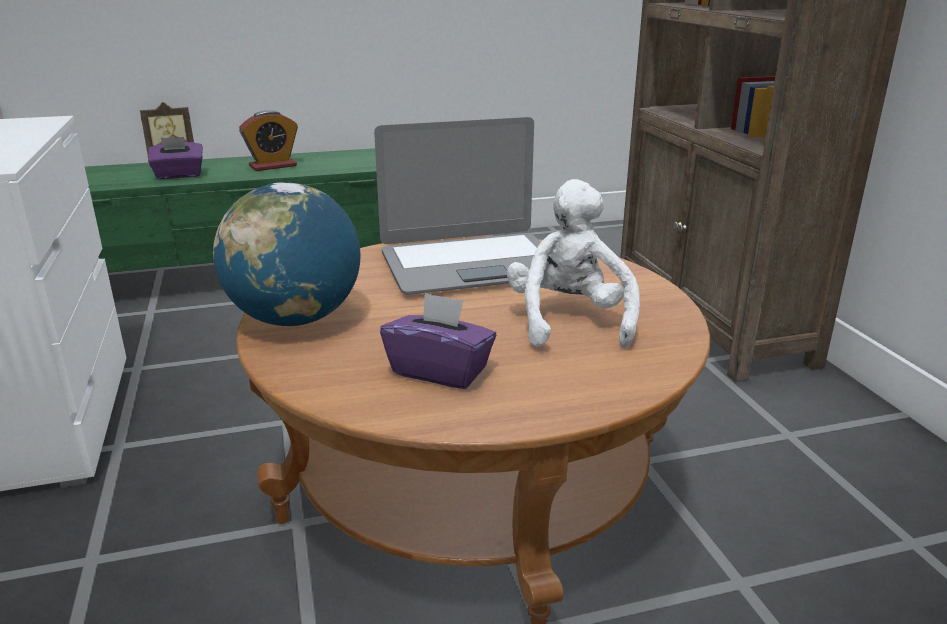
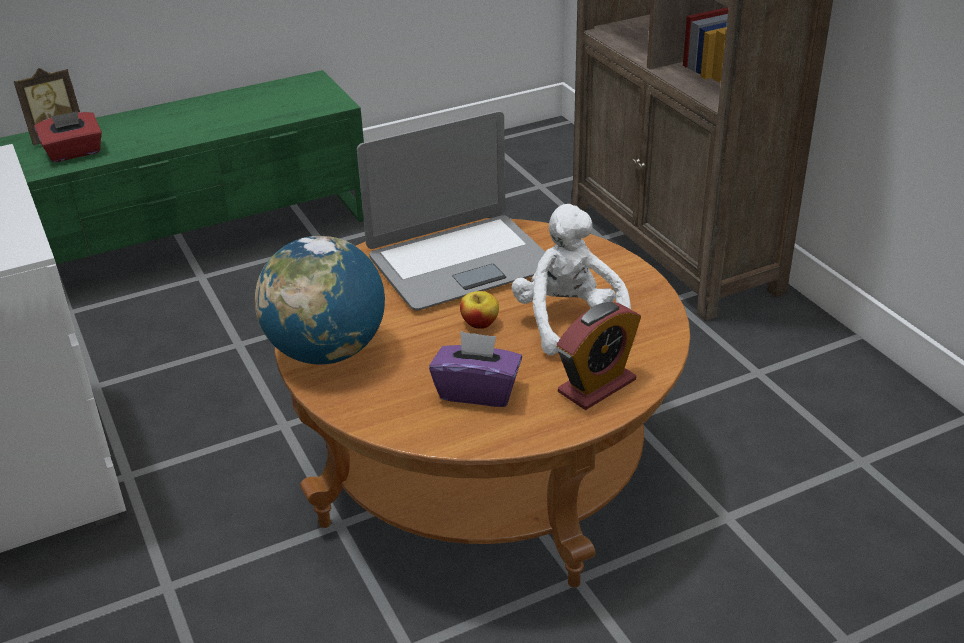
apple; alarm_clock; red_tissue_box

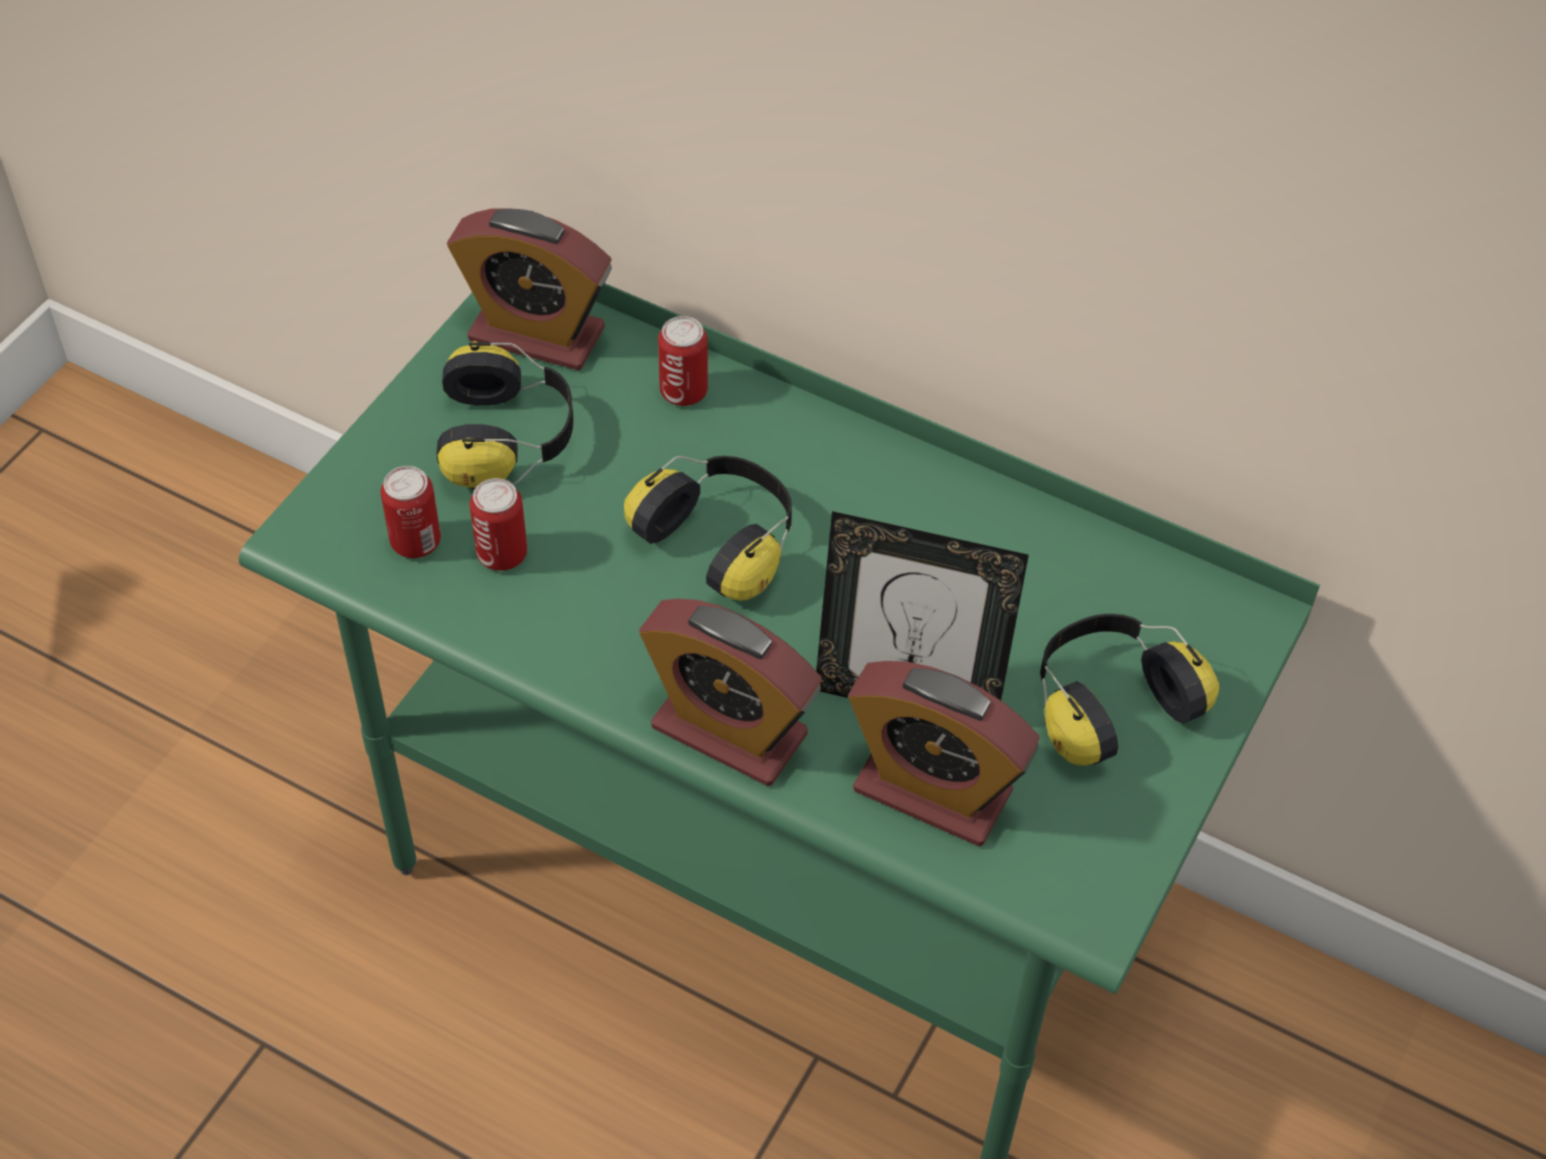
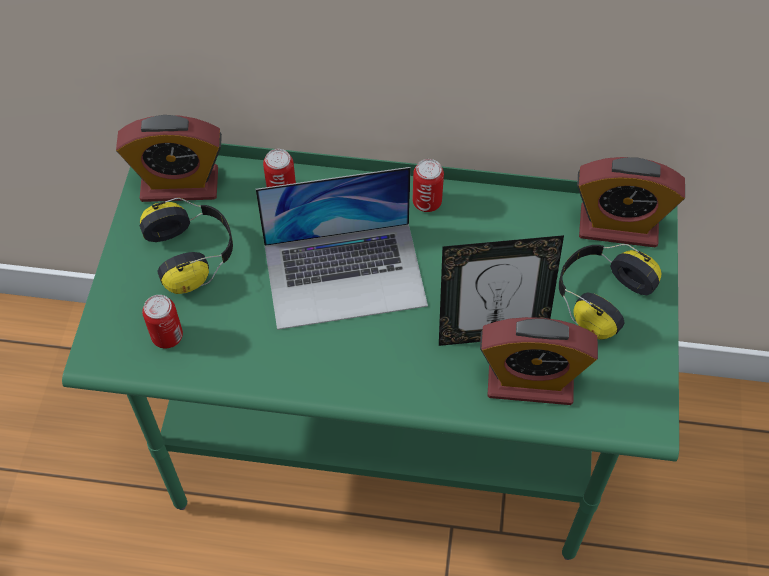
can (no. 3 from left); alarm_clock (no. 3 from left); laptop

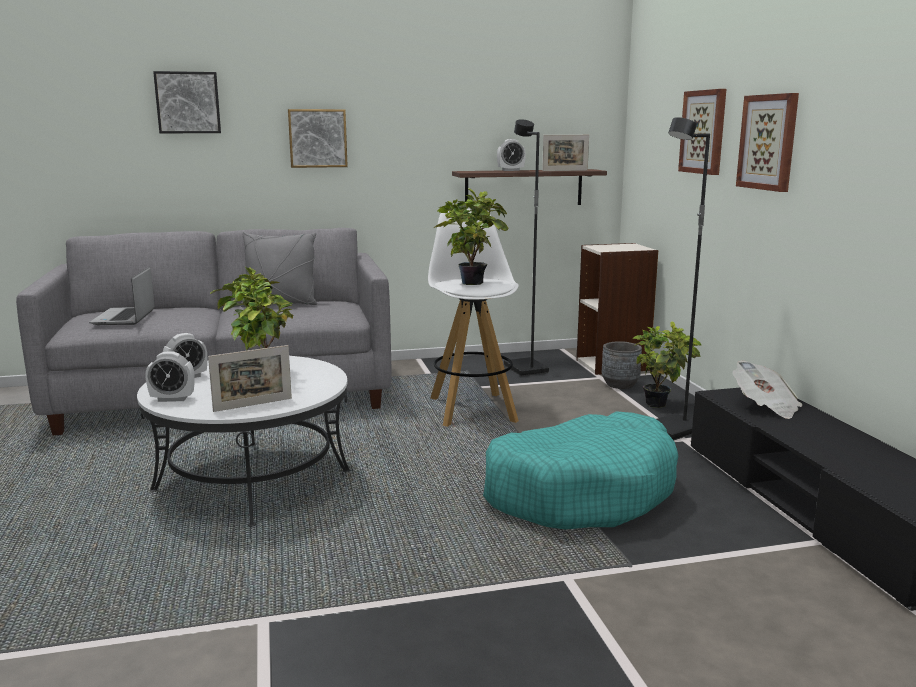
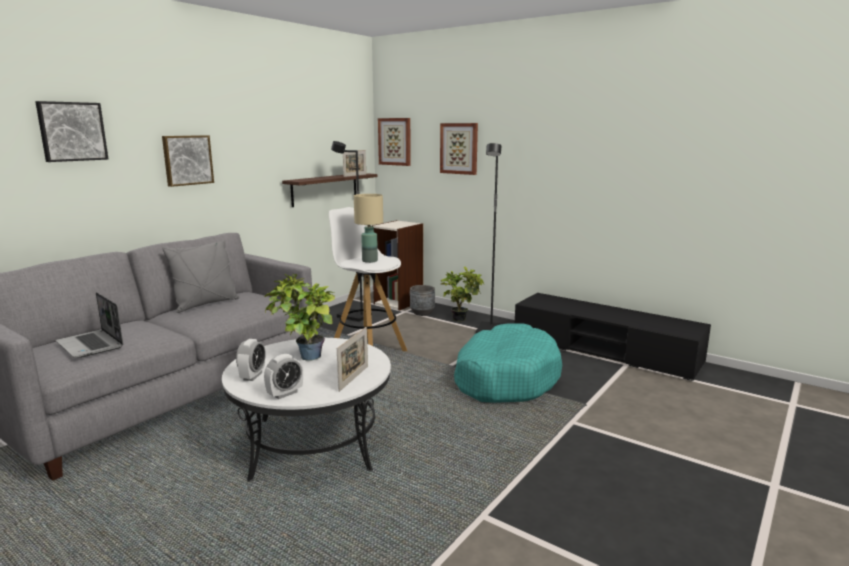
alarm_clock (no. 3 from left in the first image); newspaper; picture (no. 3 from left); beige_table_lamp

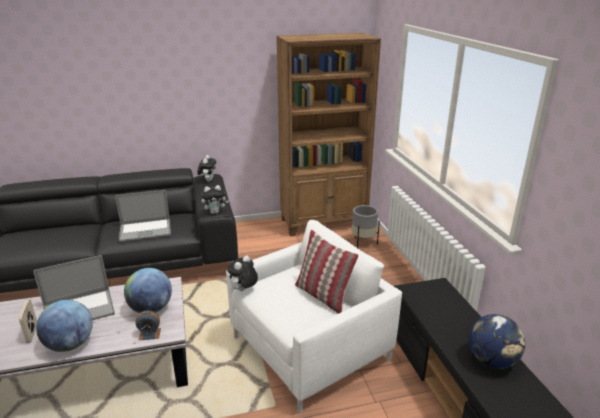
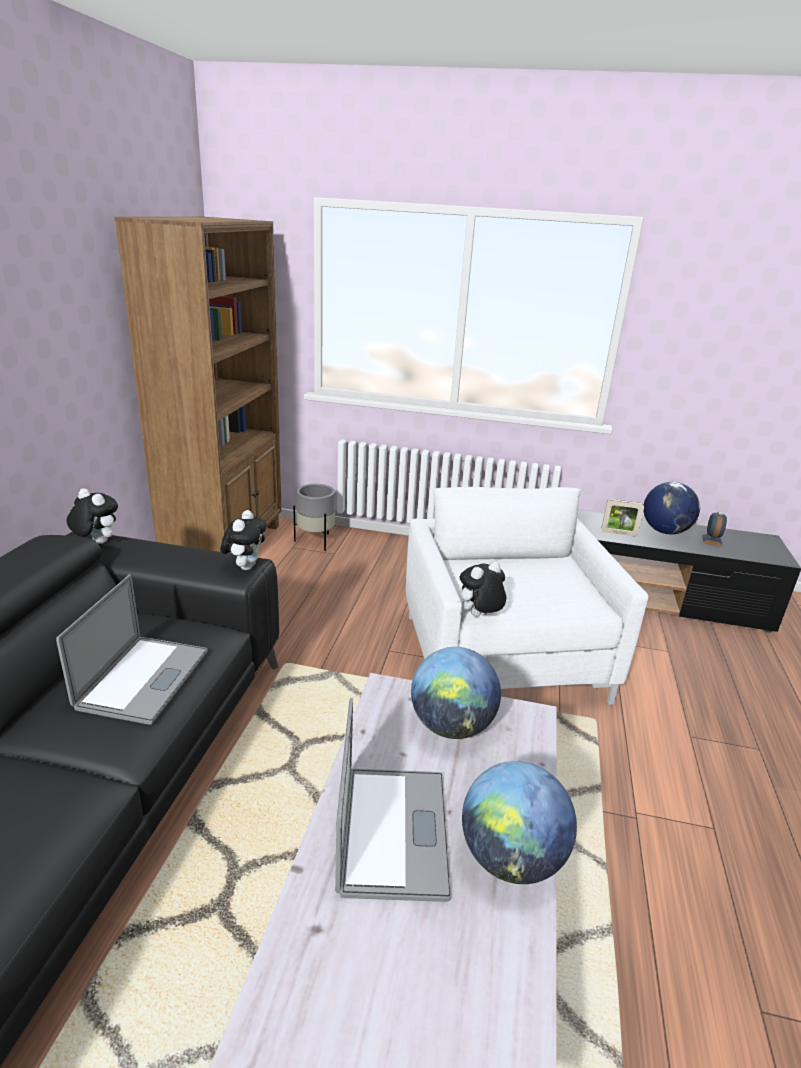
pillow; picture_frame; alarm_clock; plush_toy (no. 3 from left)

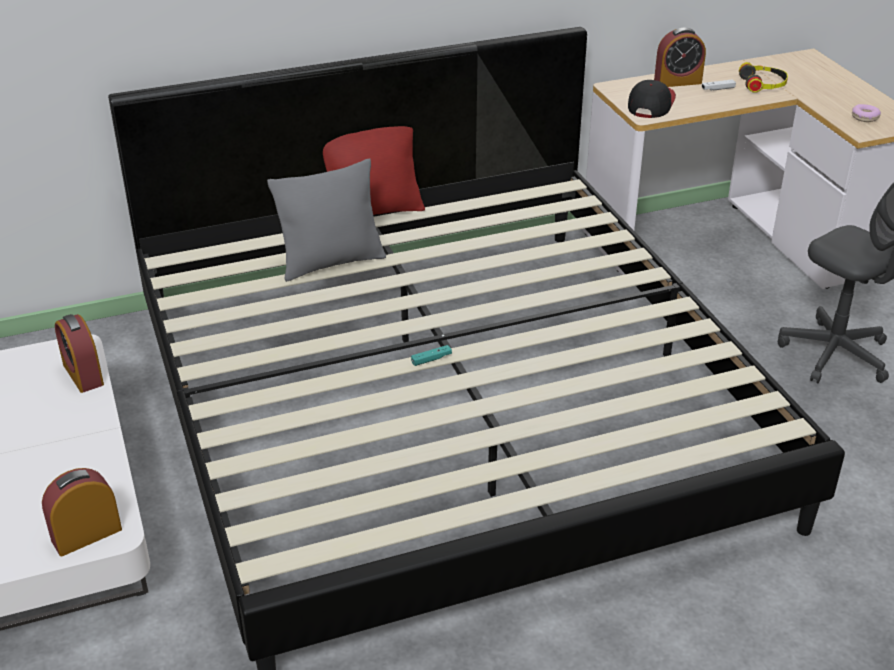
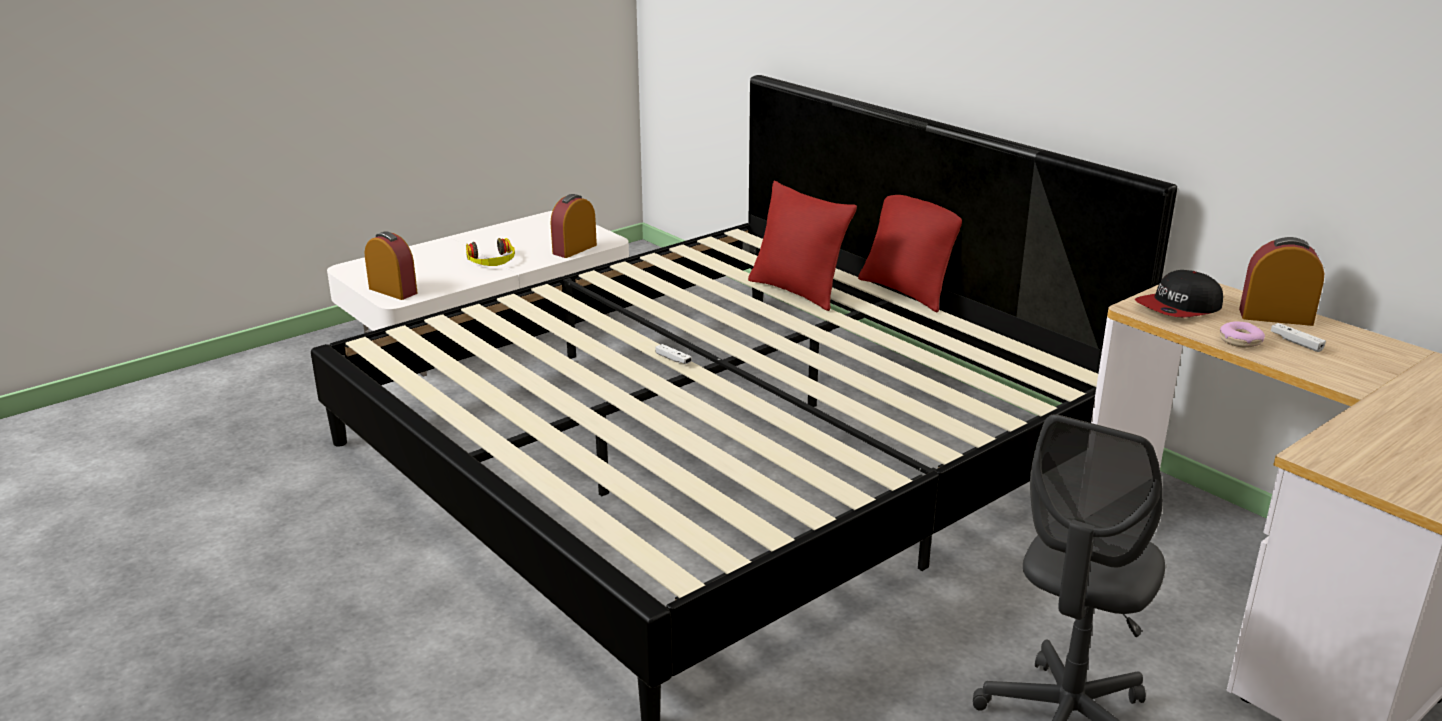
headphones; donut; red_pillow (no. 1 from left); white_game_controller (no. 1 from left); cap; alarm_clock (no. 3 from left)

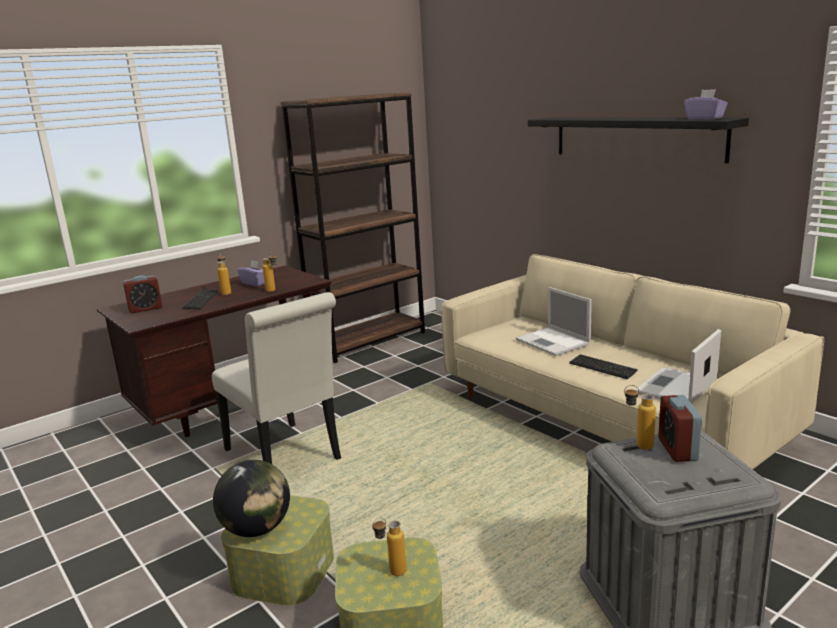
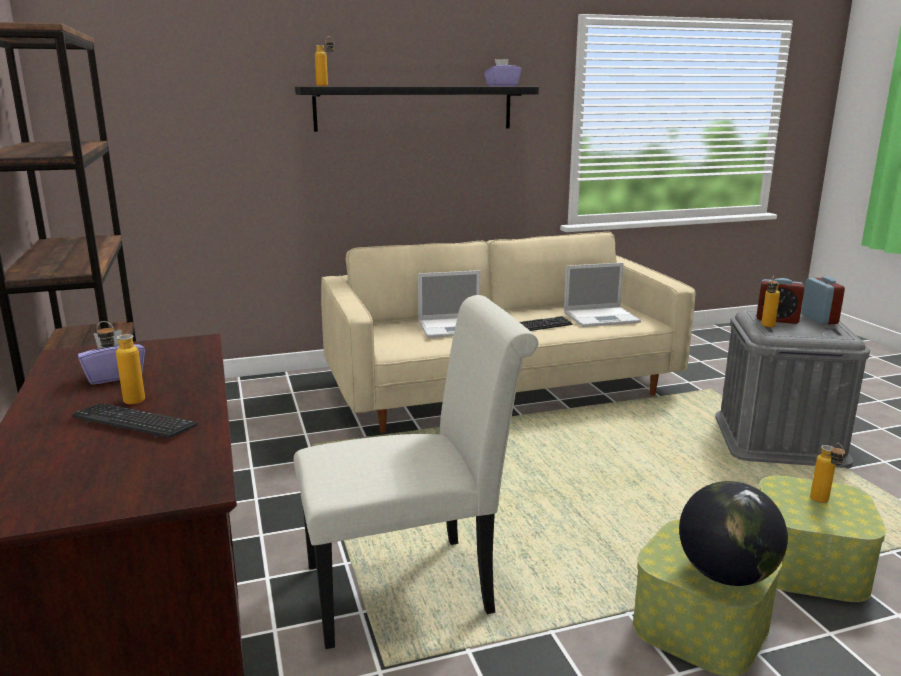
alarm_clock (no. 2 from left); bottle (no. 2 from left); laptop (no. 2 from left)

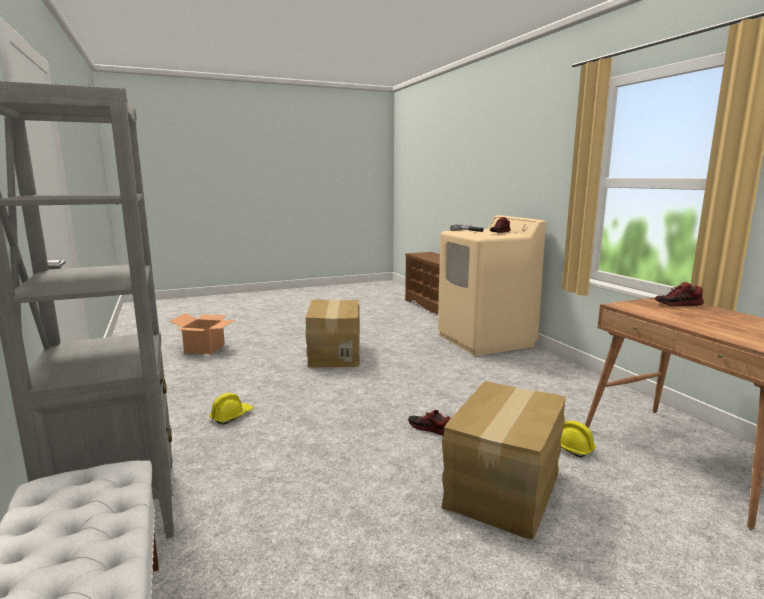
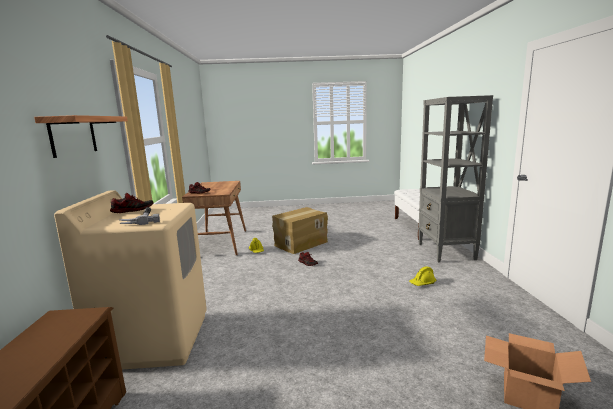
cardboard_box (no. 2 from left in the first image); shelf

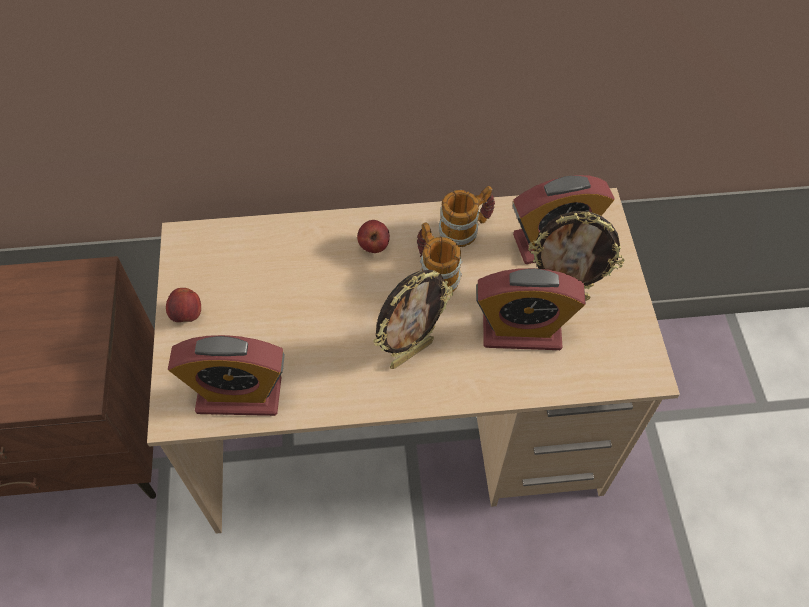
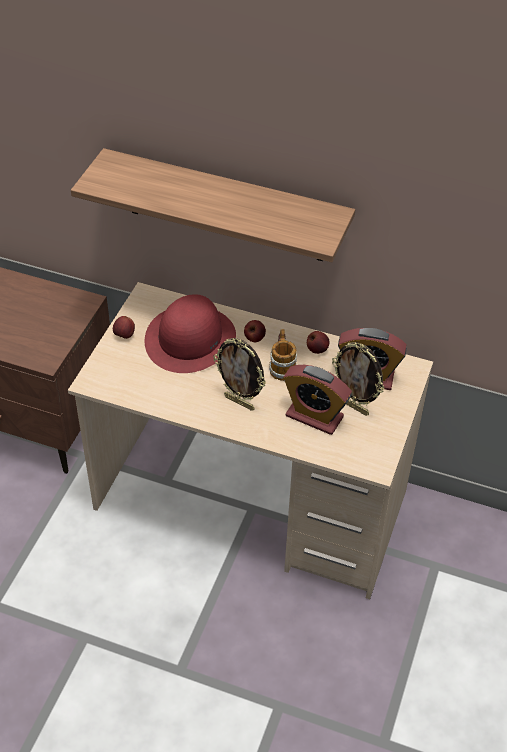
alarm_clock (no. 1 from left in the first image); shelf; red_hat; apple (no. 3 from left); picture_frame (no. 1 from left)

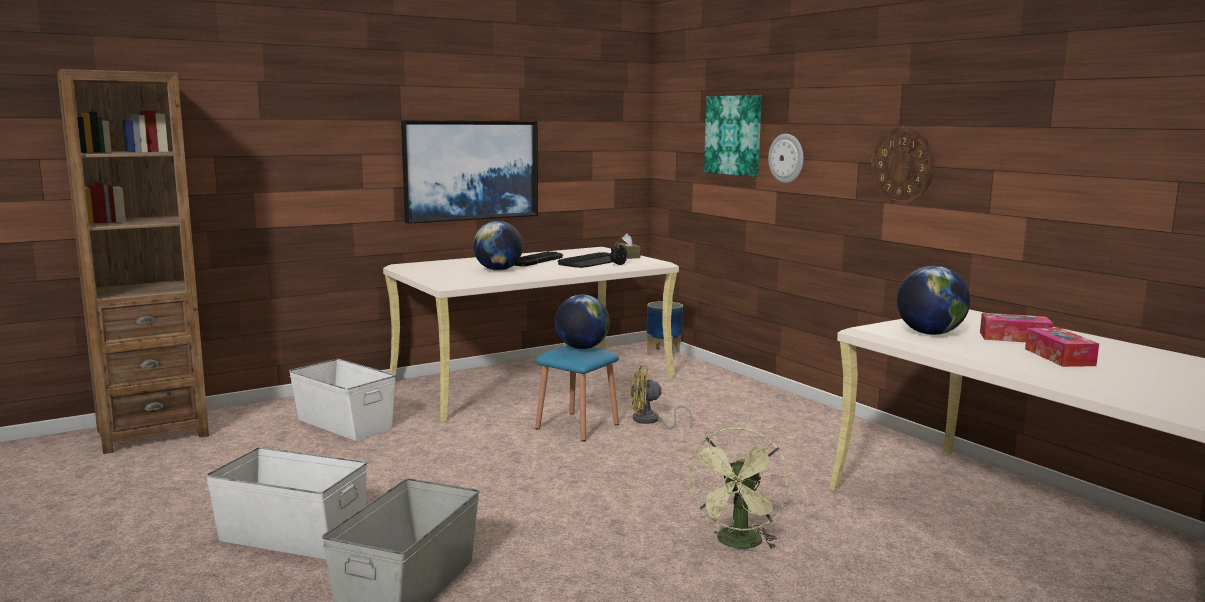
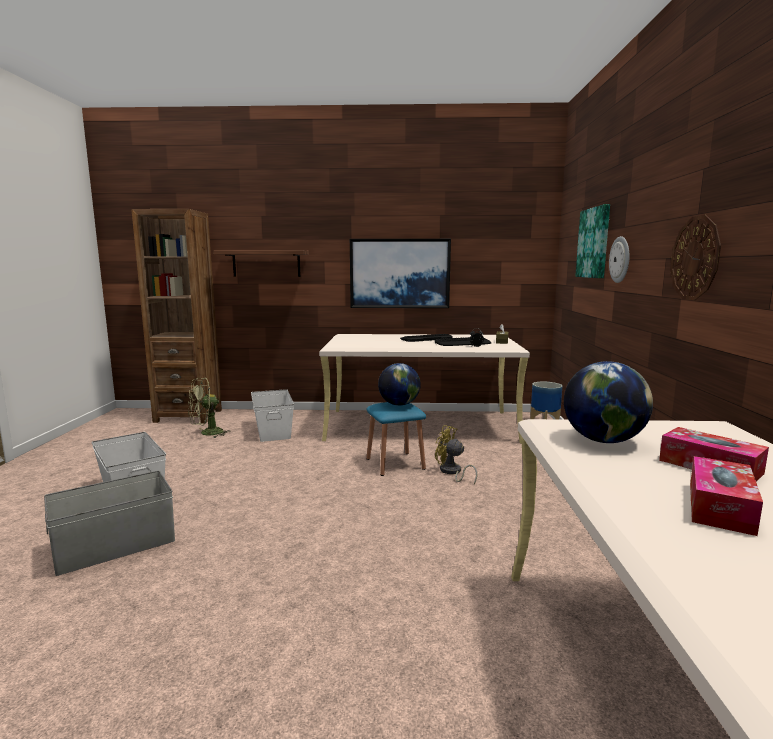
globe (no. 1 from left in the first image); shelf; green_fan

